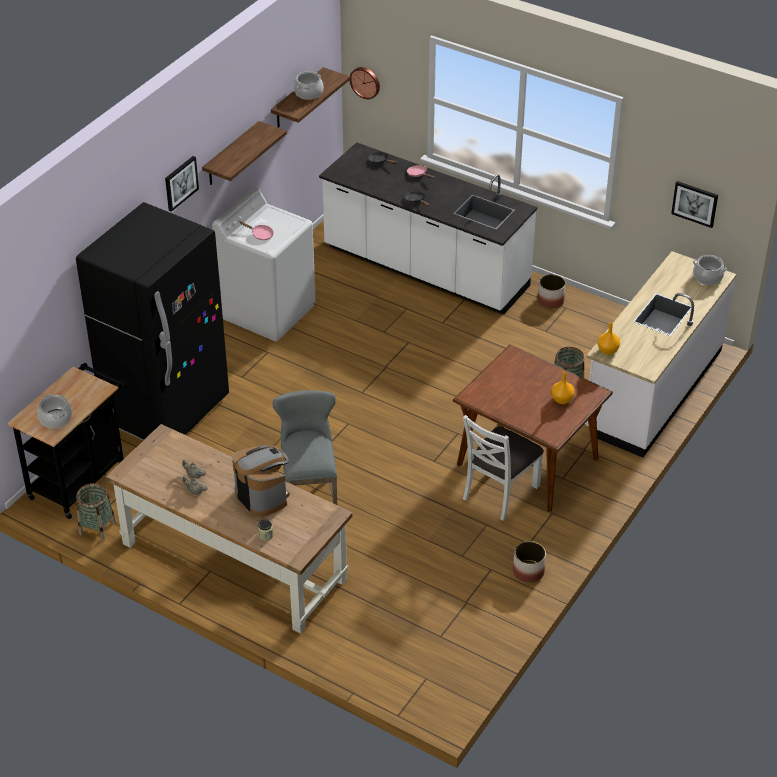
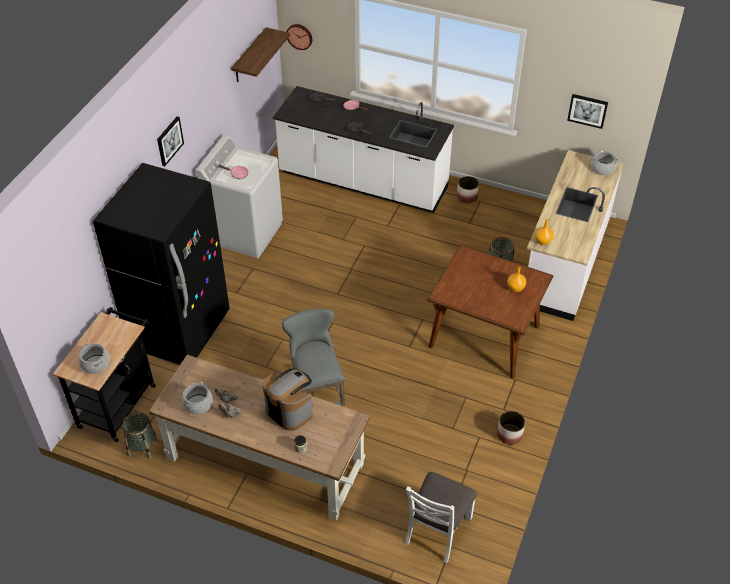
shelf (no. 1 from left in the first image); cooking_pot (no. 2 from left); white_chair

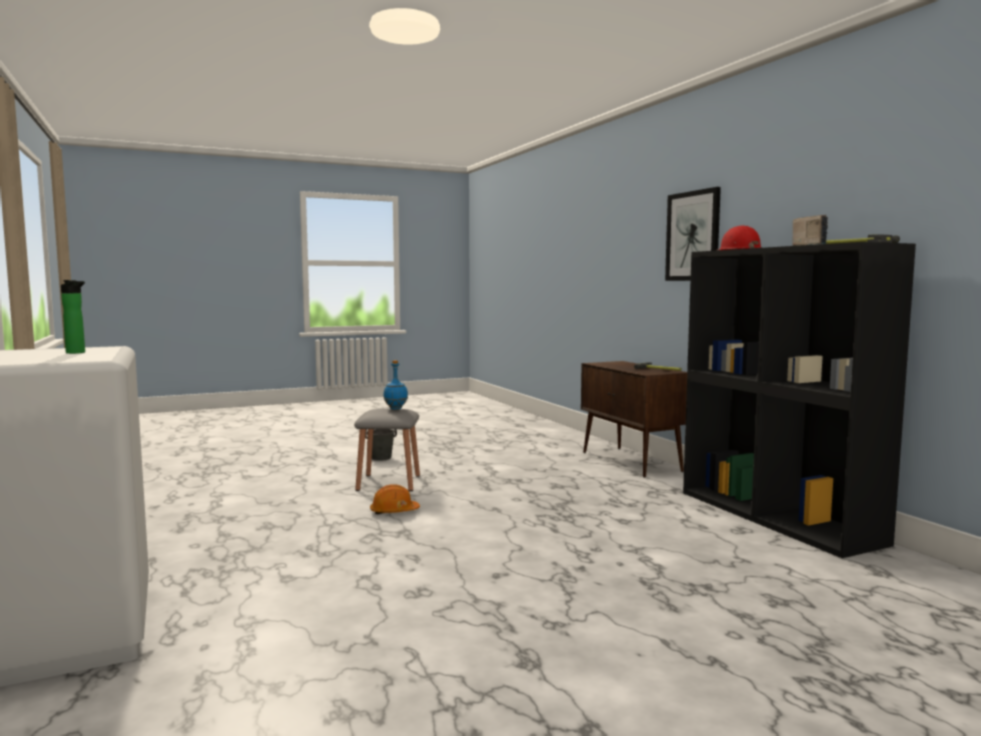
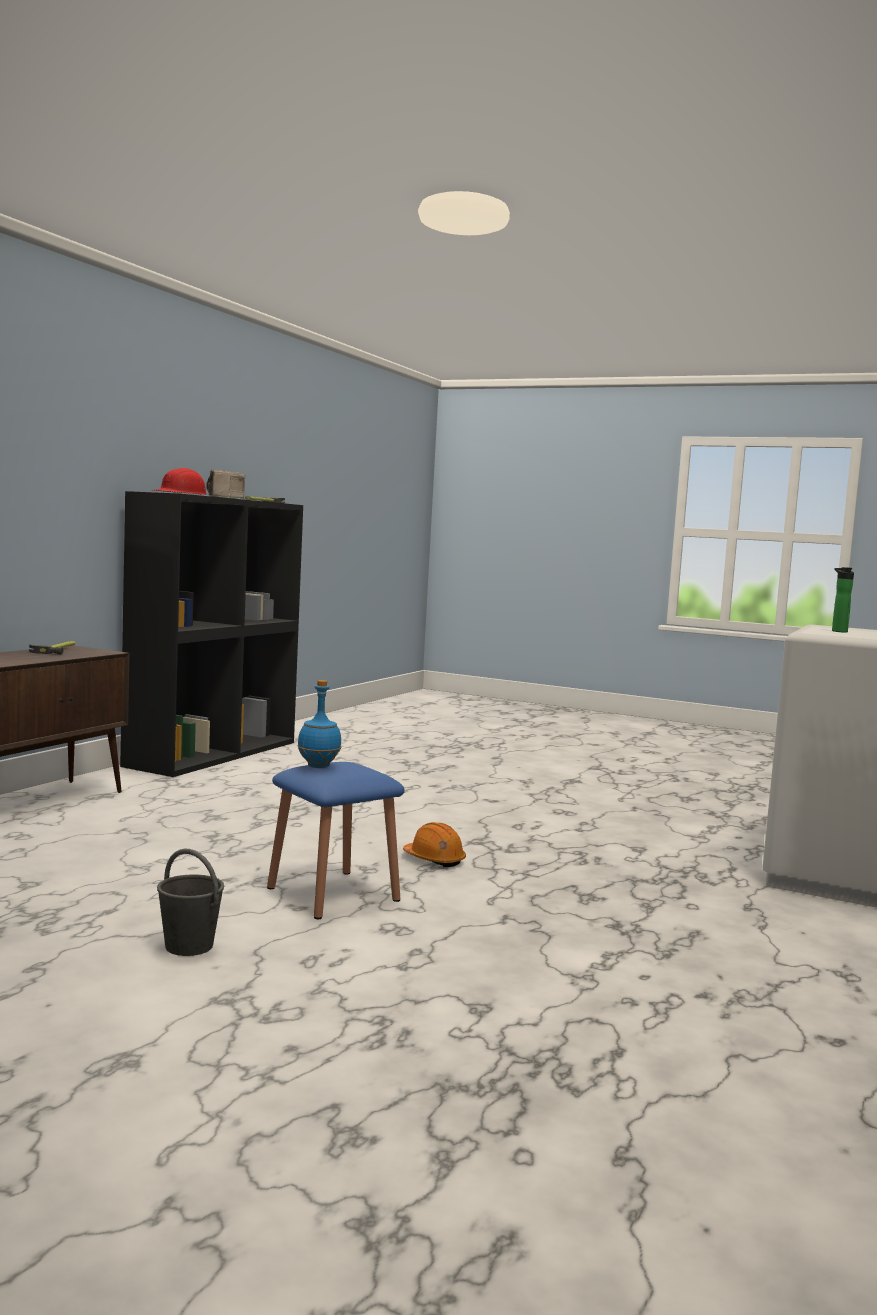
picture; blue_stool

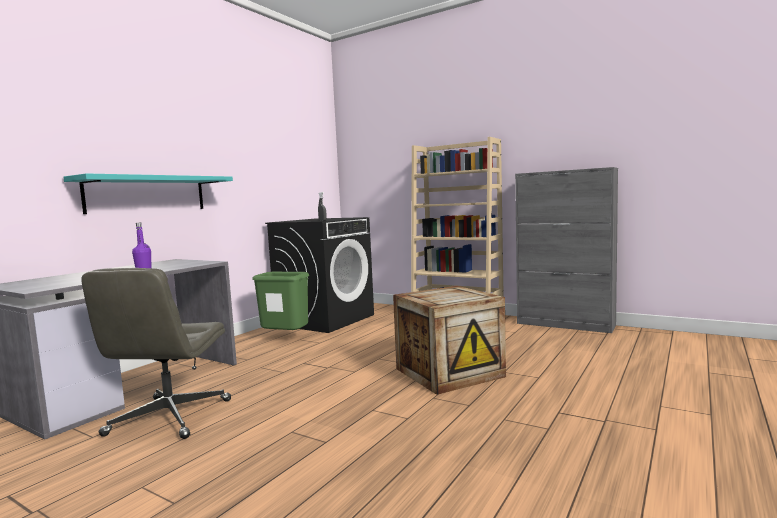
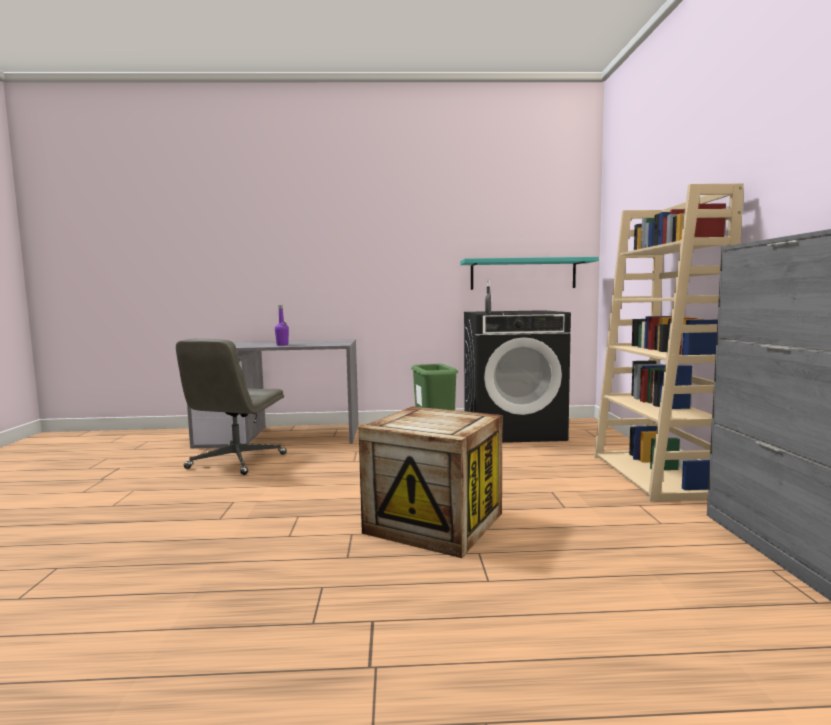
turquoise_shelf; grey_office_chair

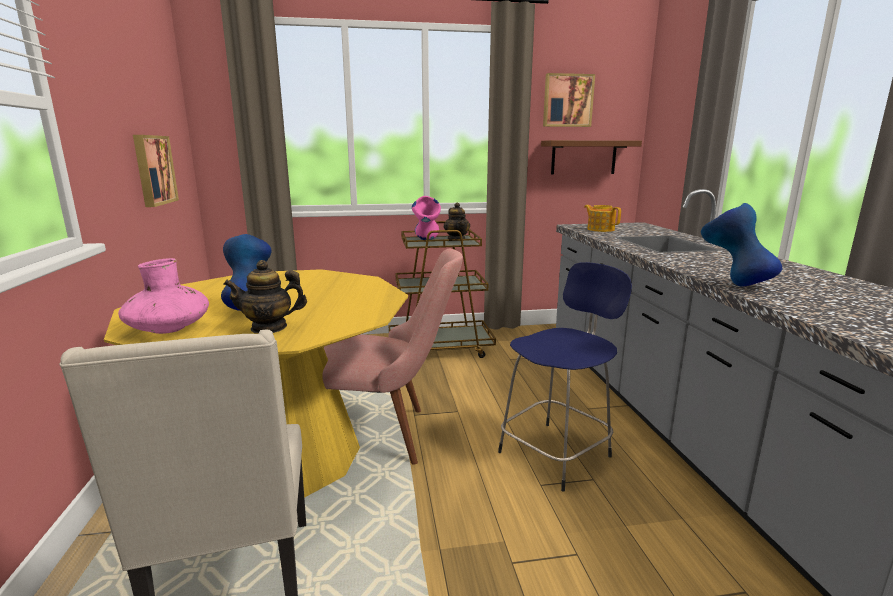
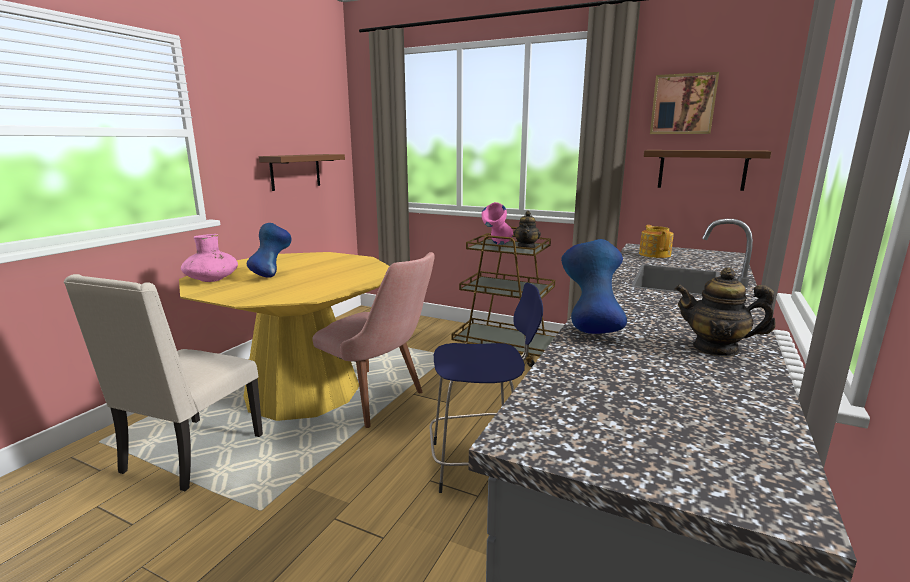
teapot (no. 3 from left); brown_shelf (no. 1 from left)

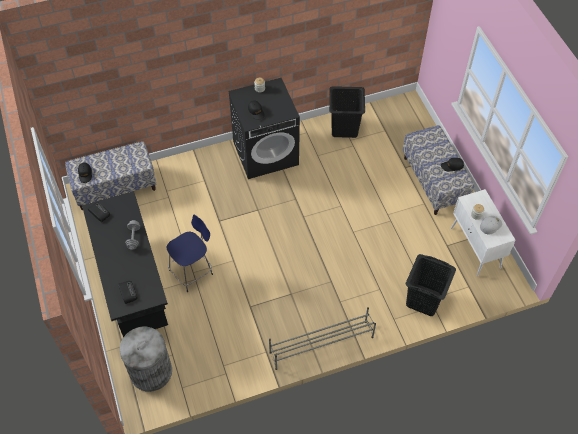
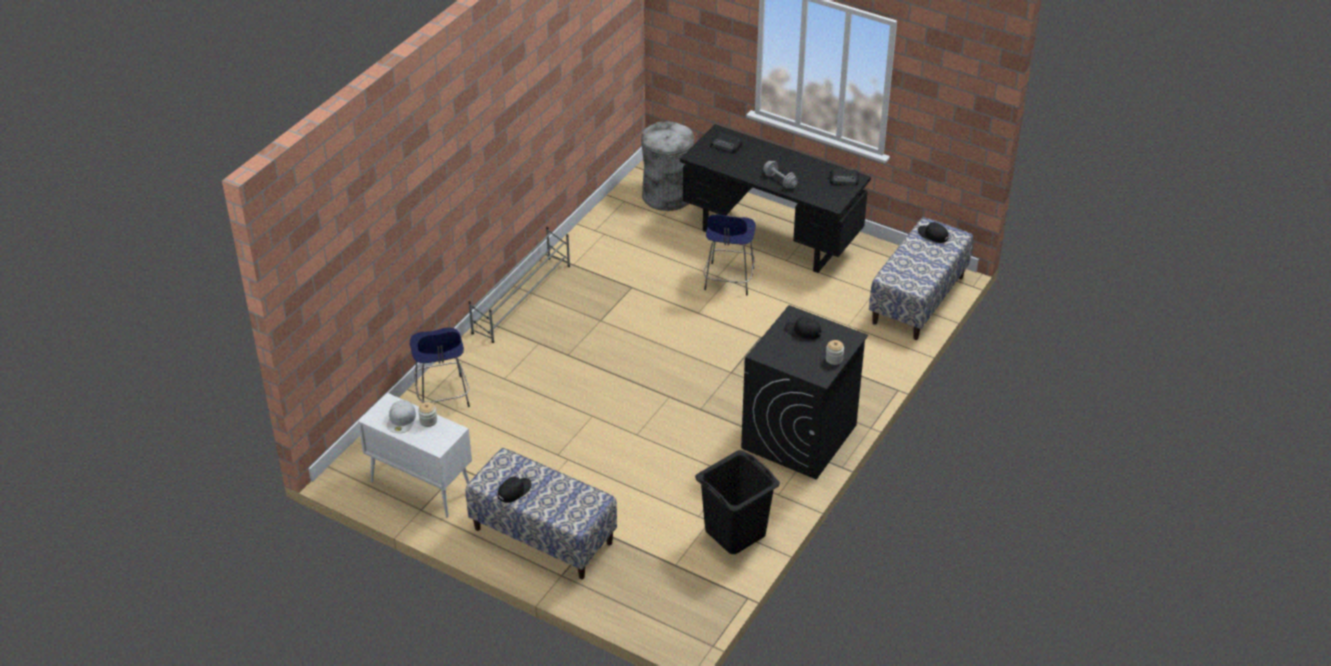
blue_stool (no. 1 from left)

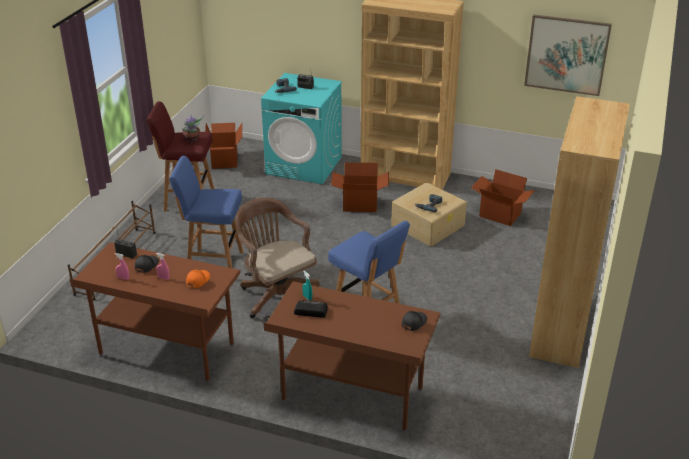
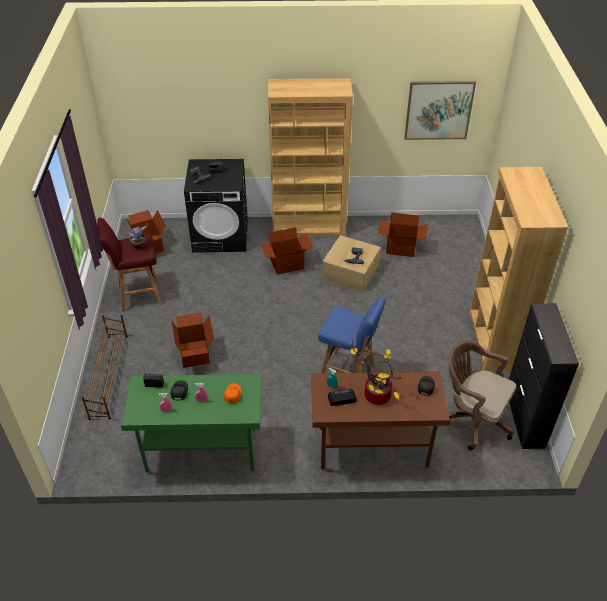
potted_plant (no. 2 from left); black_cabinet; brown_office_chair; cardboard_box (no. 2 from left); green_desk; black_washing_machine

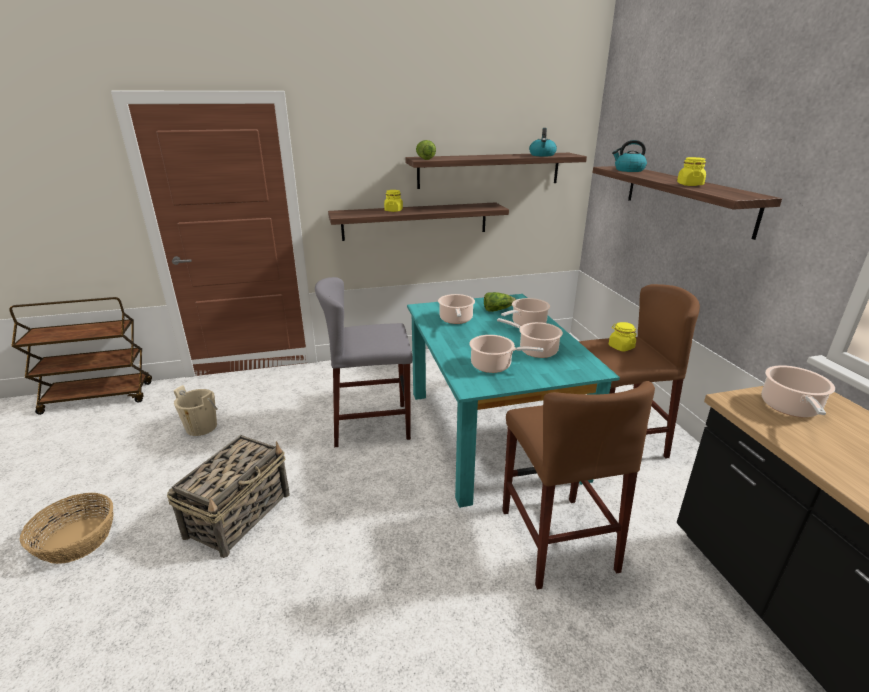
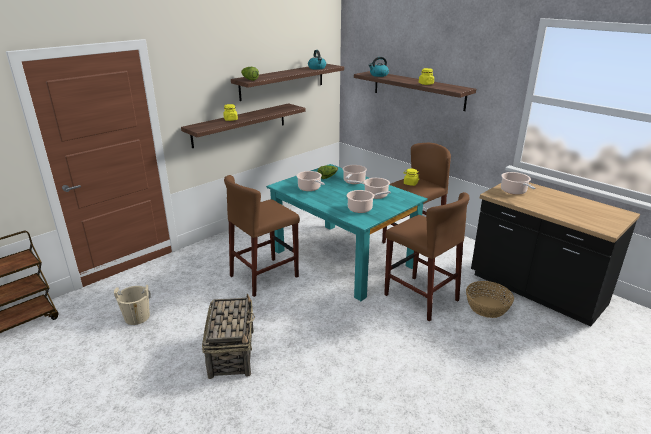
basket (no. 2 from left); brown_stool (no. 1 from left)

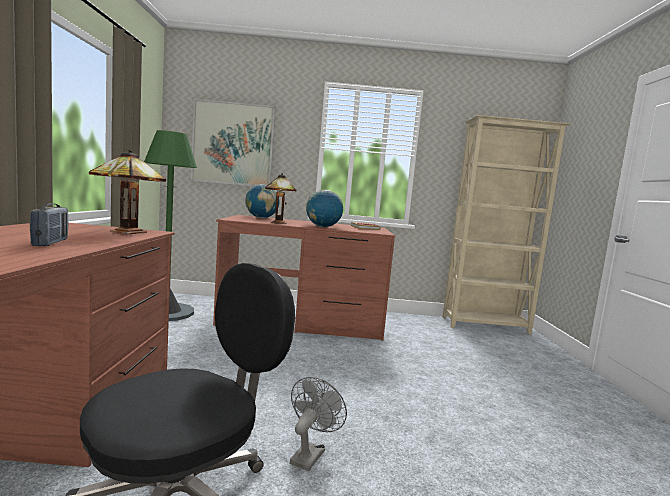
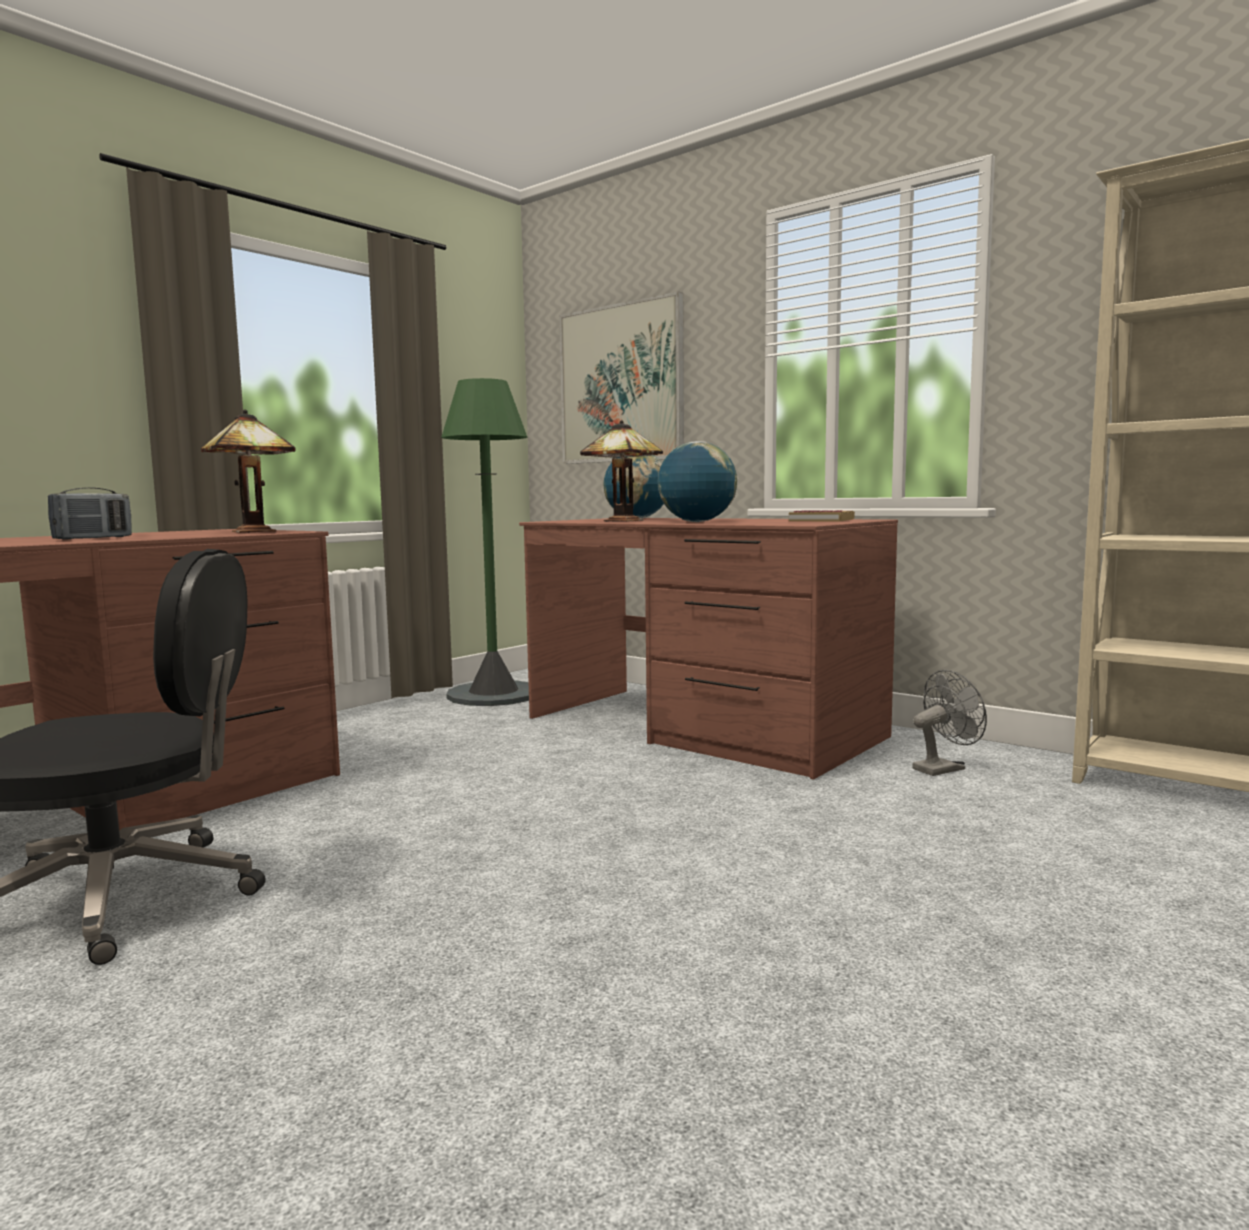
grey_fan

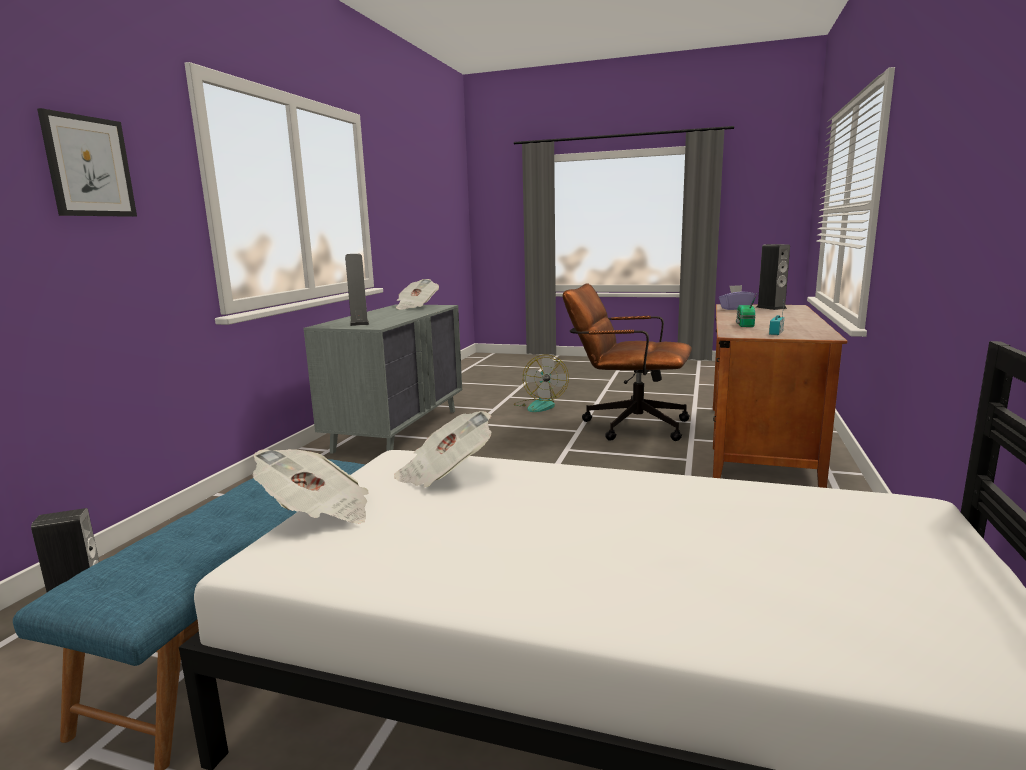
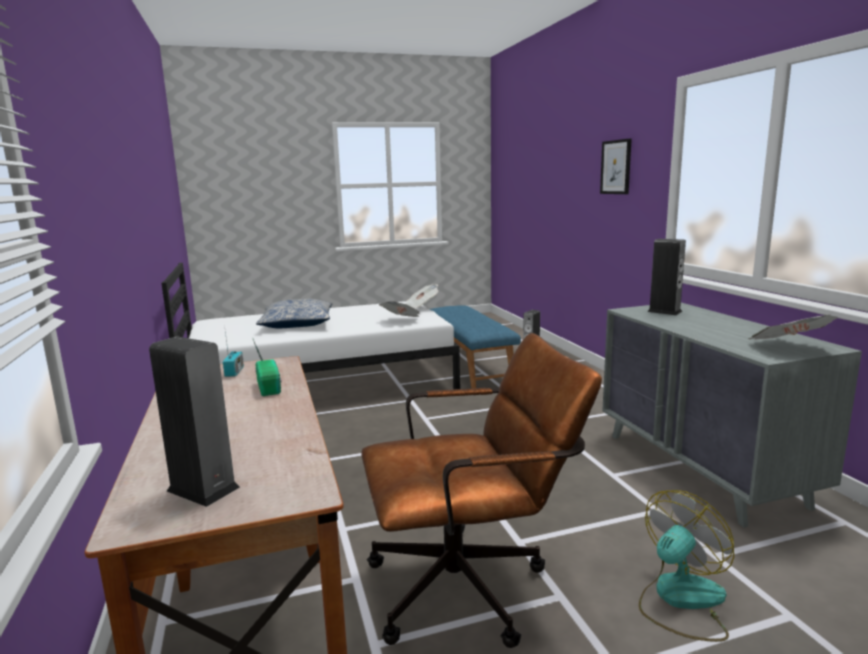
purple_tissue_box; pillow; fan

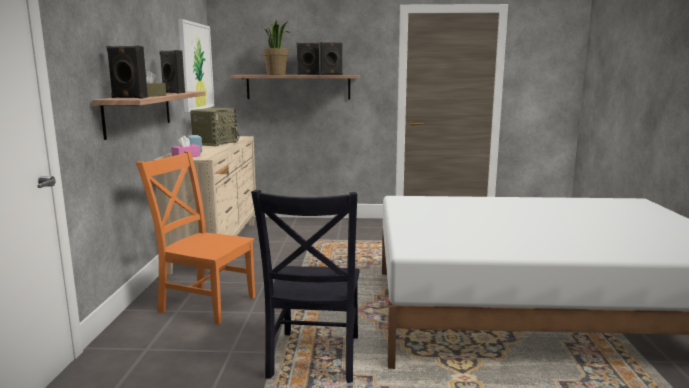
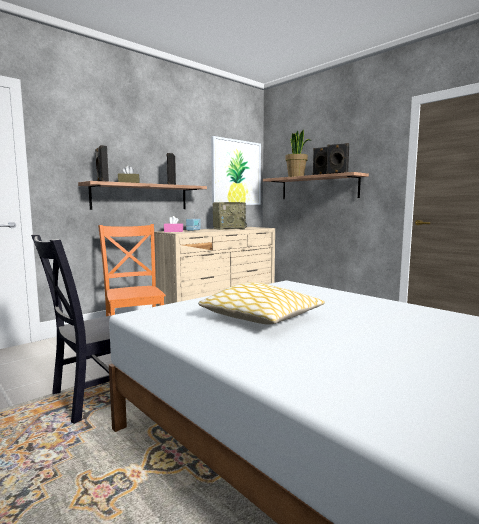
pillow

